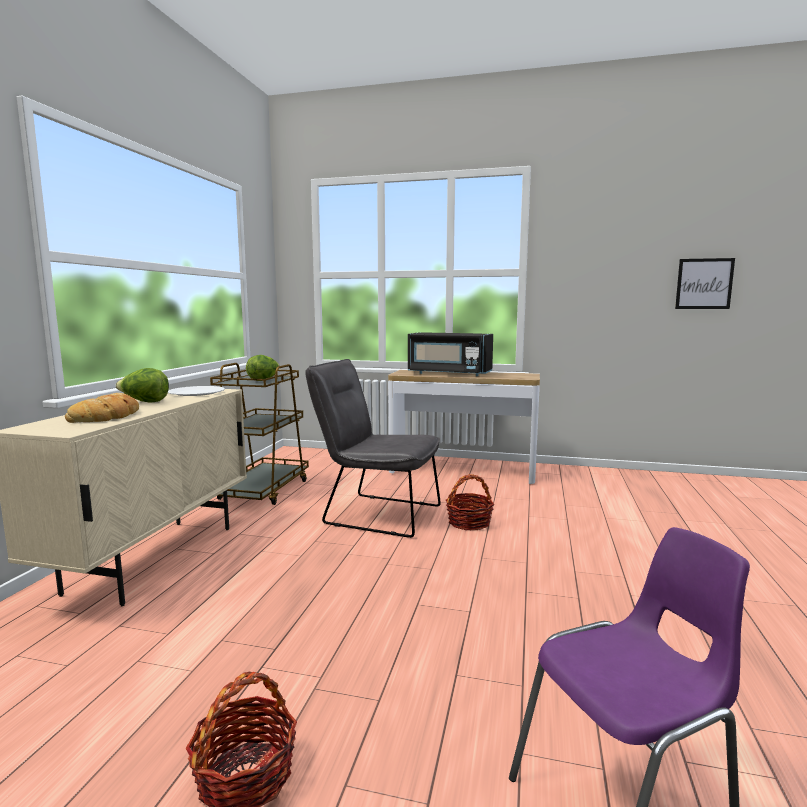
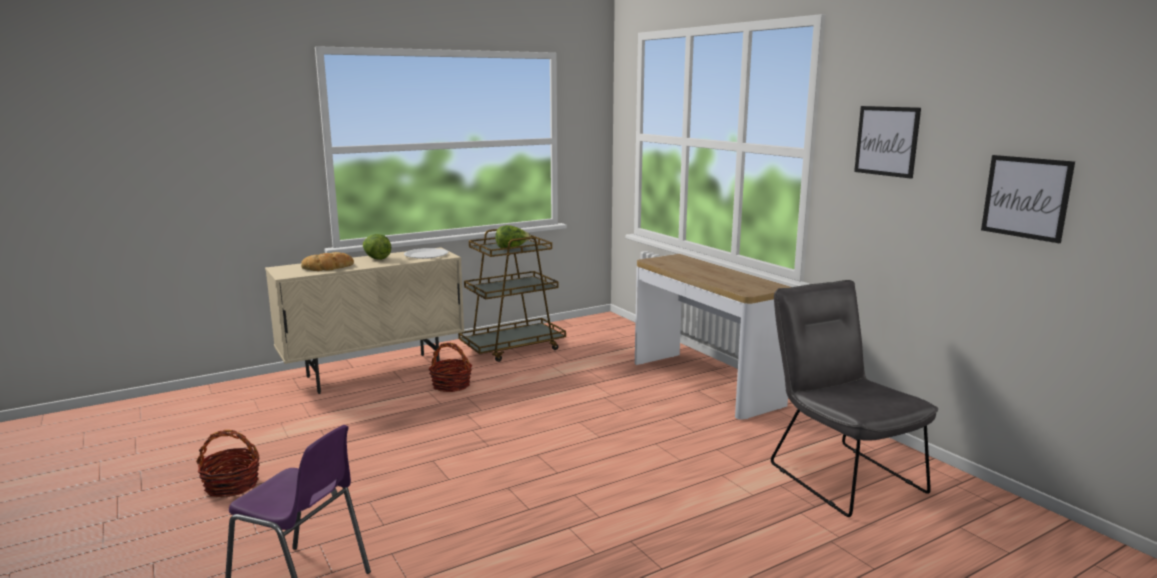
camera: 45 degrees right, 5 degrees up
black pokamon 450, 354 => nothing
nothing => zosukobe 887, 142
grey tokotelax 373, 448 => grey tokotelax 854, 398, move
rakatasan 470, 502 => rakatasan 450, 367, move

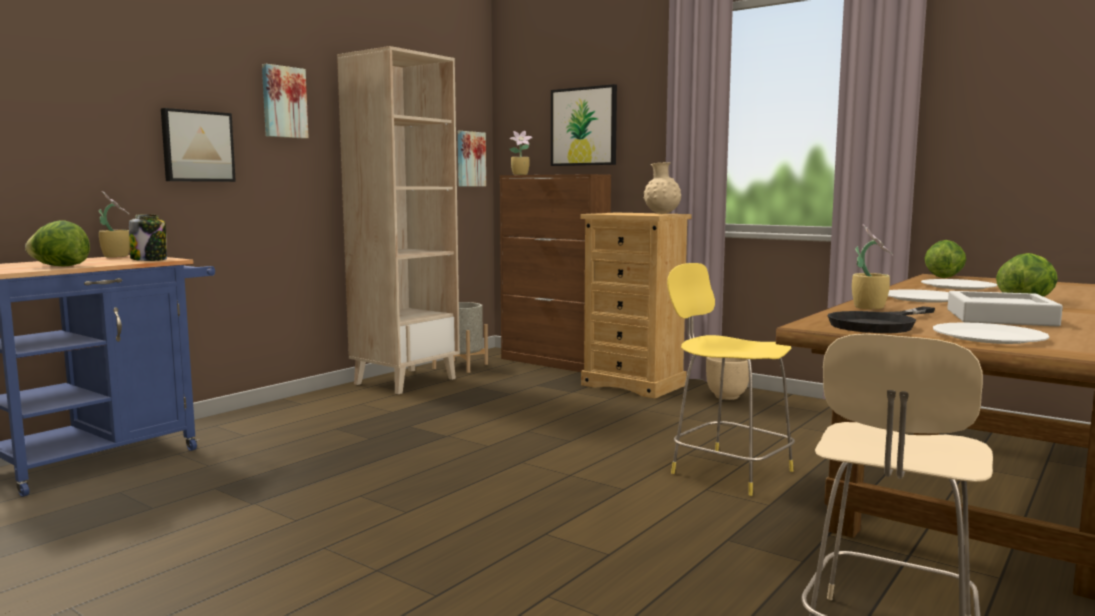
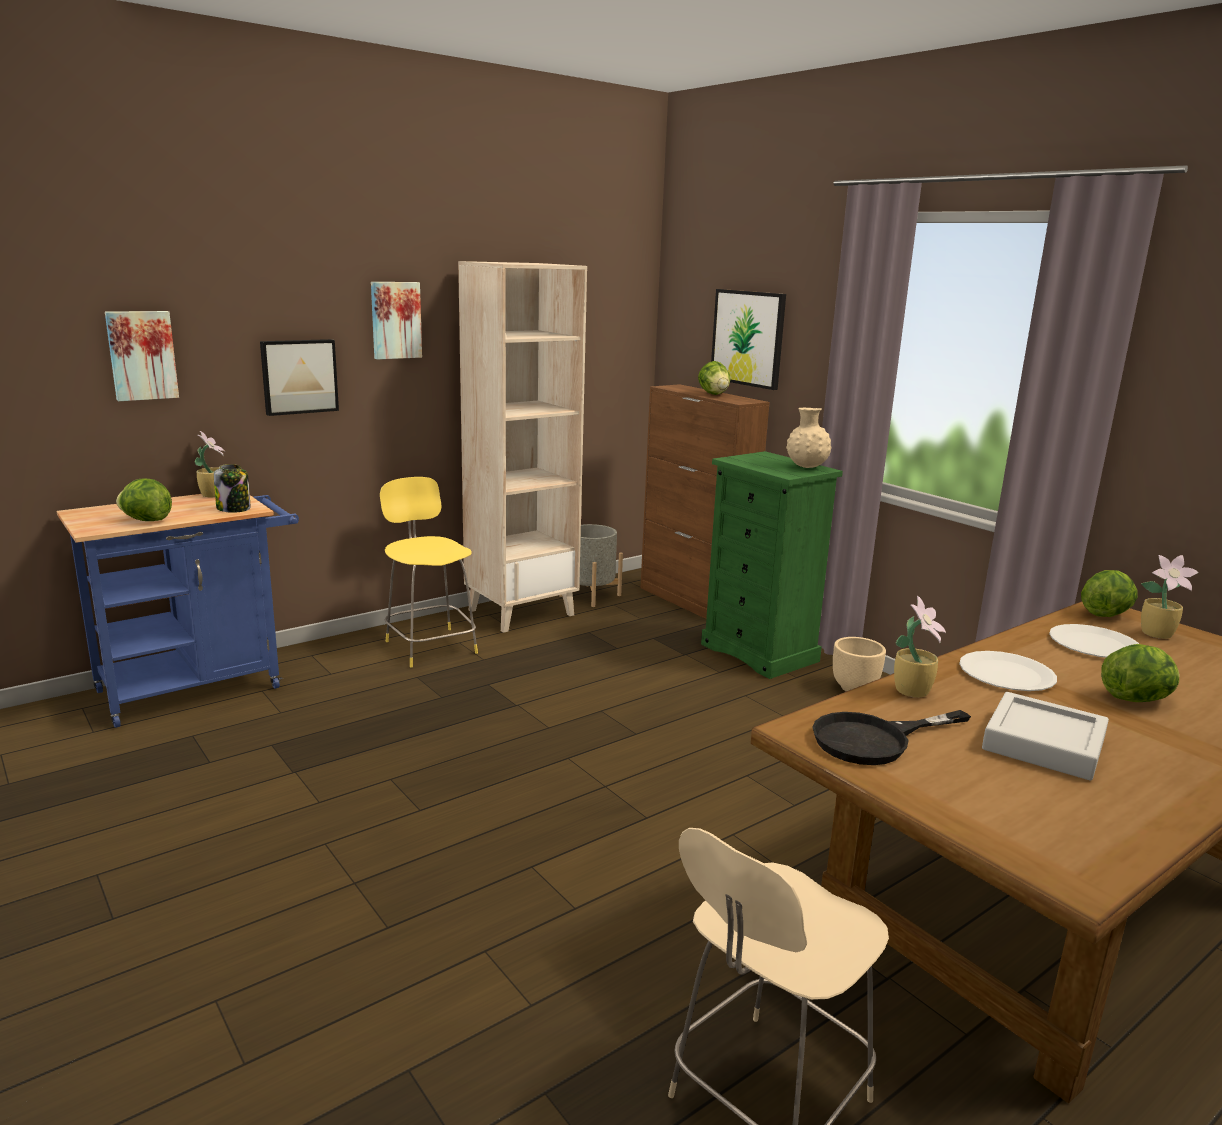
camera: 15 degrees right, 10 degrees up
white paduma 991, 333 => nothing
nothing => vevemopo 714, 378
zosukobe 472, 159 => zosukobe 142, 356, move
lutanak 521, 153 => lutanak 1170, 597, move
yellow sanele 731, 379 => yellow sanele 429, 572, move
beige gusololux 636, 305 => green gusololux 772, 565

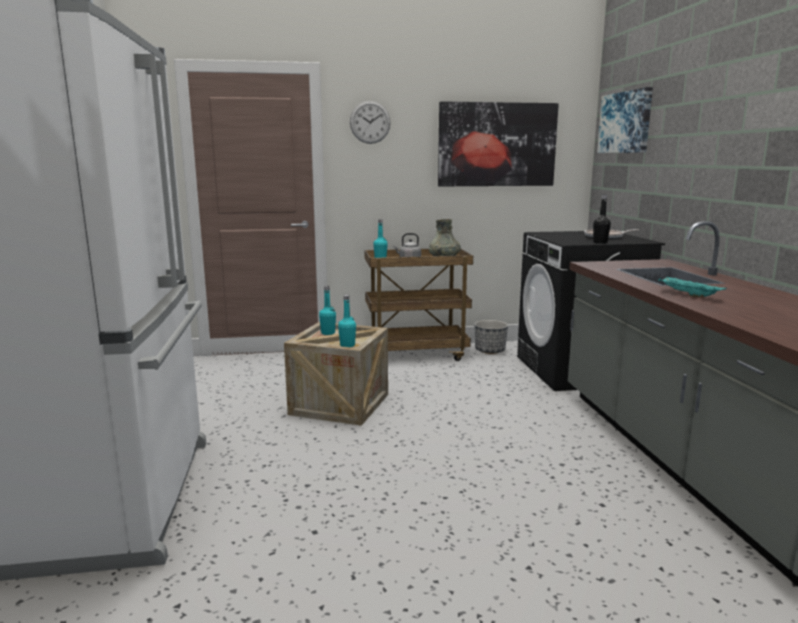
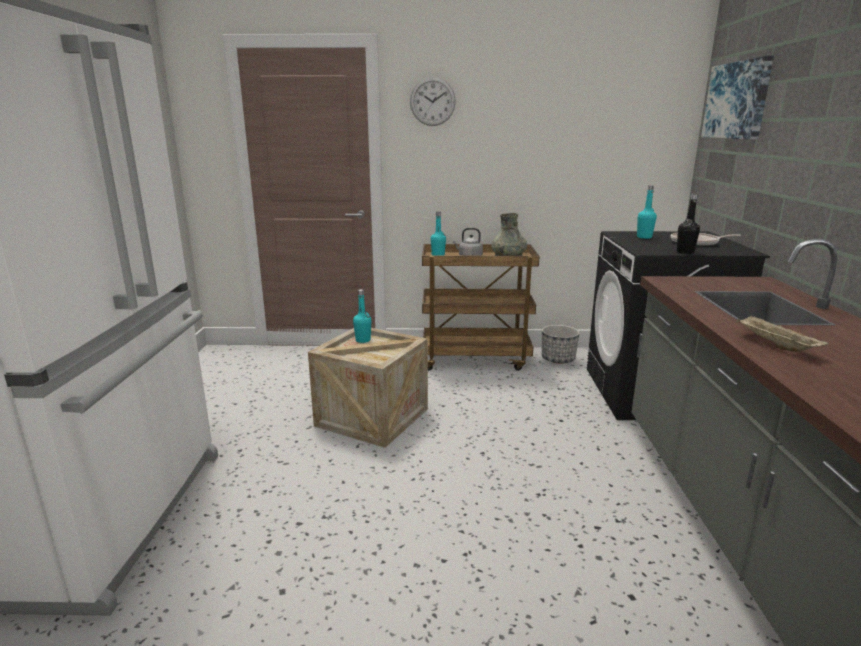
camera: 10 degrees right, 5 degrees up
zosukobe 498, 143 => nothing
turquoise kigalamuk 347, 321 => turquoise kigalamuk 647, 212, move
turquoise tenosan 692, 286 => beige tenosan 782, 333

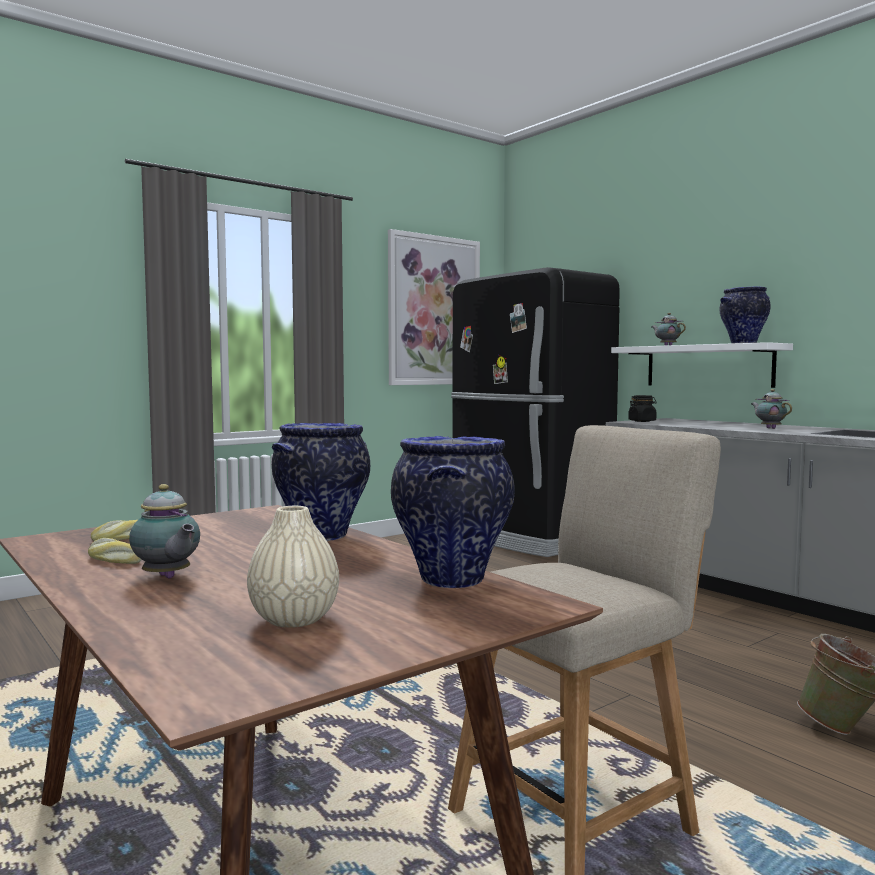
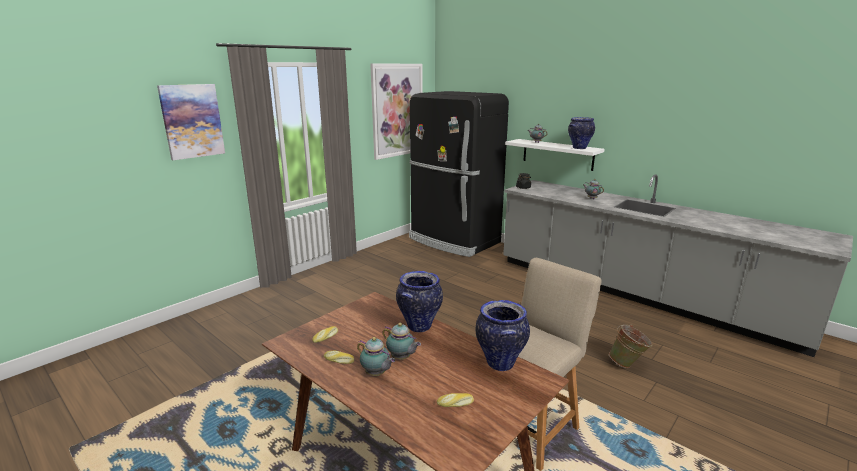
camera: 10 degrees left, 15 degrees up
nothing => zosukobe 191, 122
nothing => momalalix 401, 341
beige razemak 293, 567 => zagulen 455, 400

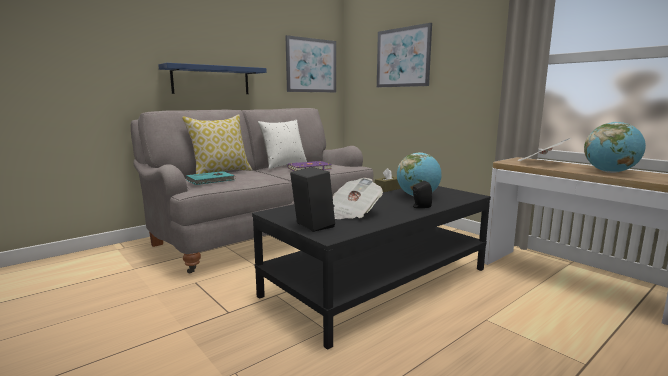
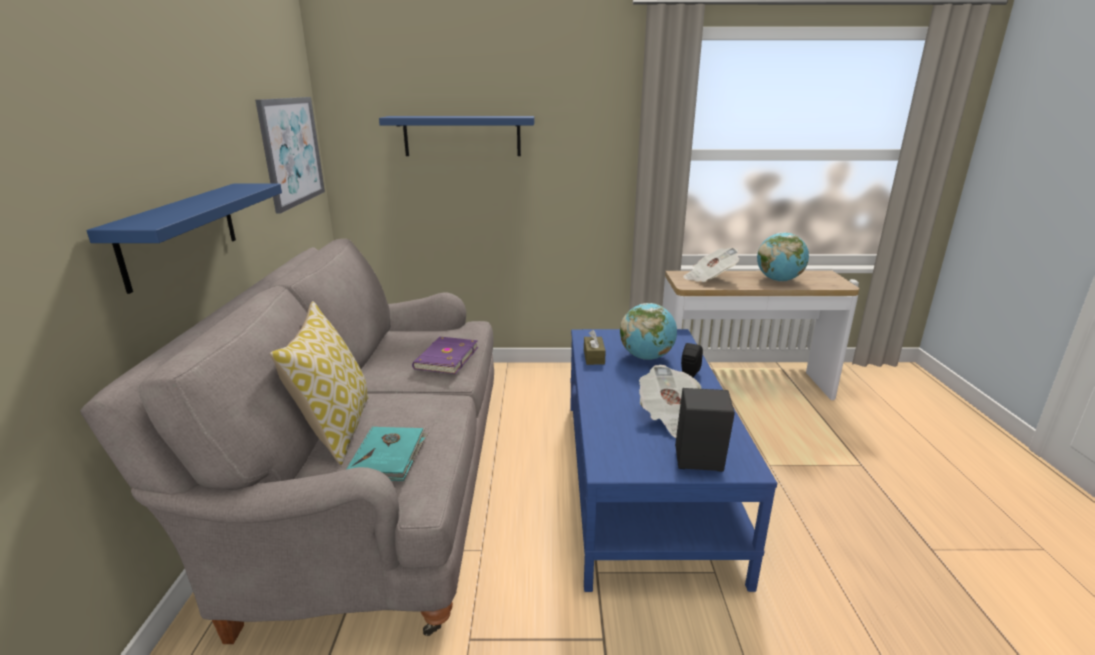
camera: 50 degrees left, 10 degrees up
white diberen 282, 144 => nothing
zosukobe 404, 55 => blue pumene 457, 136
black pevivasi 371, 268 => blue pevivasi 673, 460

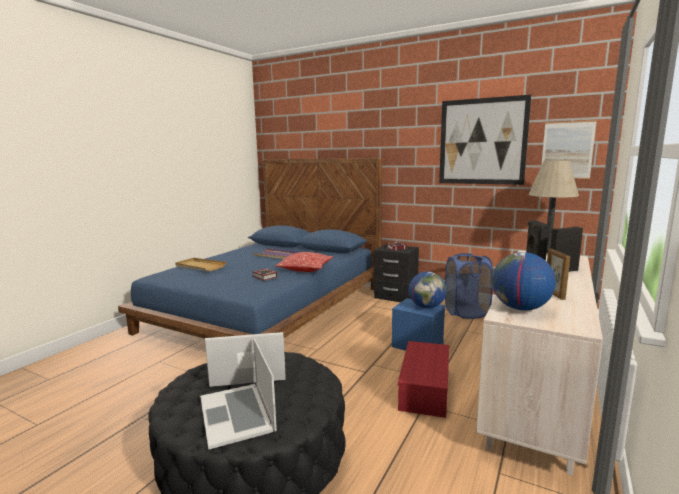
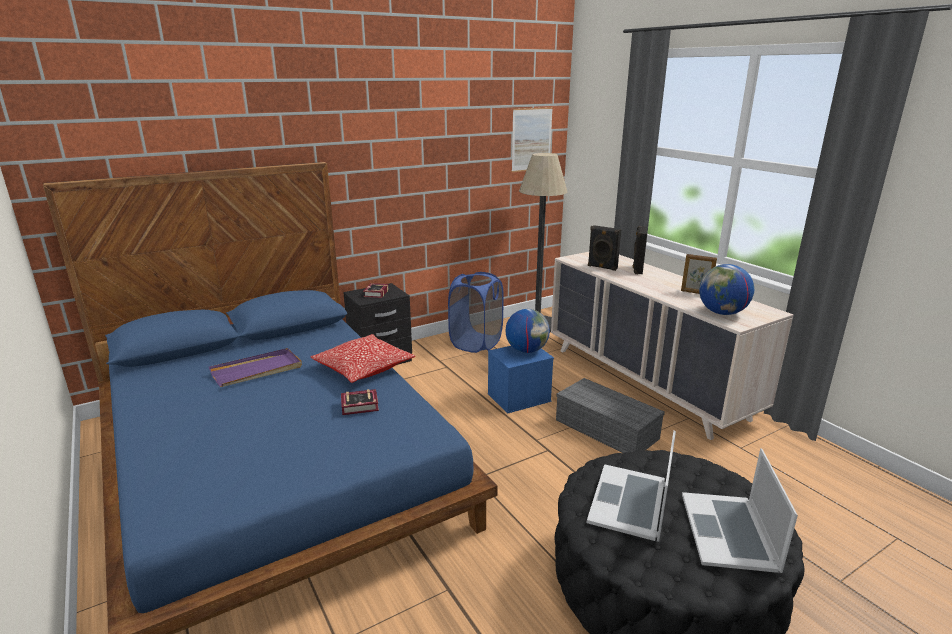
camera: 60 degrees left, 10 degrees up
beige tenosan 200, 264 => nothing
zosukobe 485, 140 => nothing
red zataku 423, 379 => grey zataku 610, 415
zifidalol 238, 394 => zifidalol 740, 510, 90 degrees clockwise

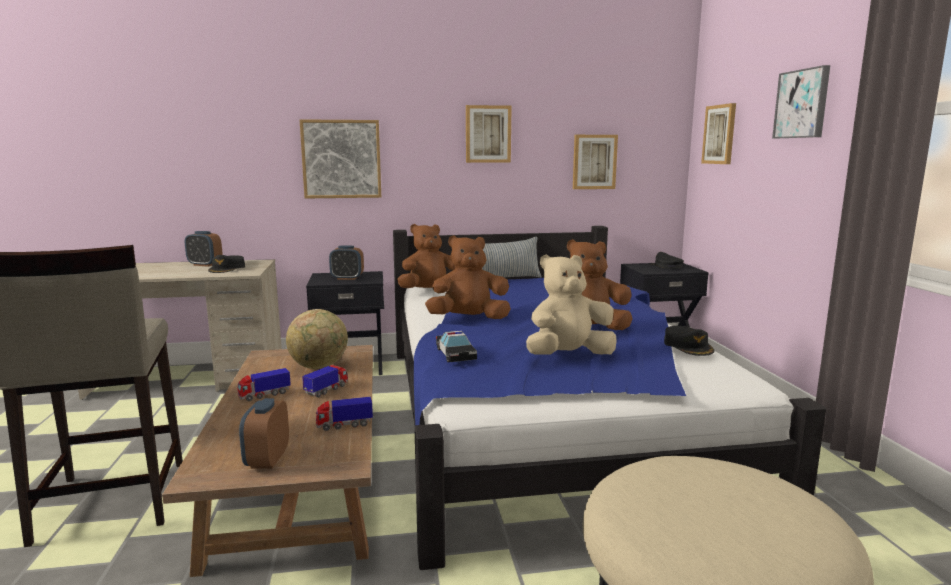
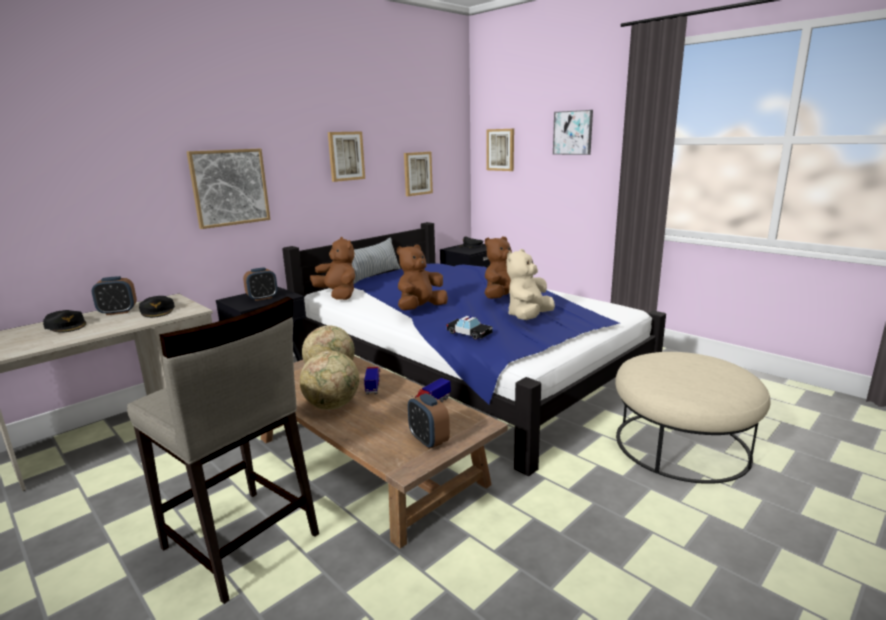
camera: 35 degrees left, 5 degrees up
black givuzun 689, 341 => black givuzun 64, 321, move
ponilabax 264, 384 => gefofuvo 329, 380
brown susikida 426, 256 => brown susikida 332, 268, 105 degrees clockwise

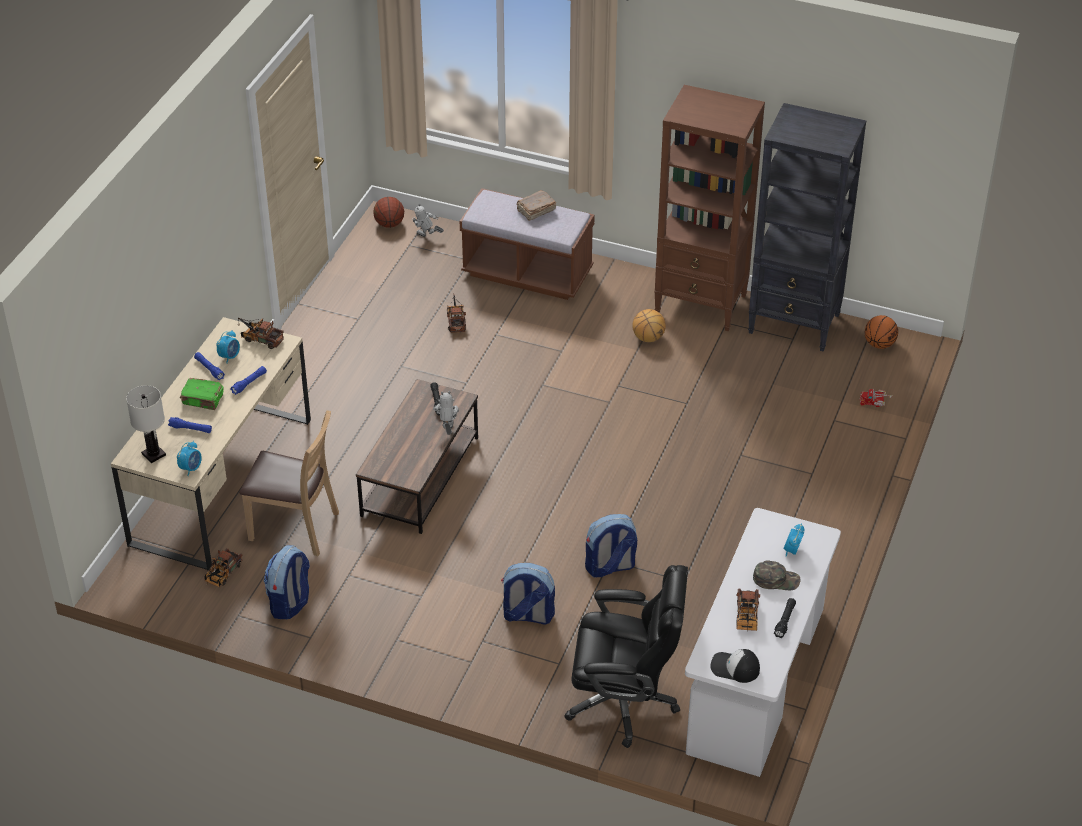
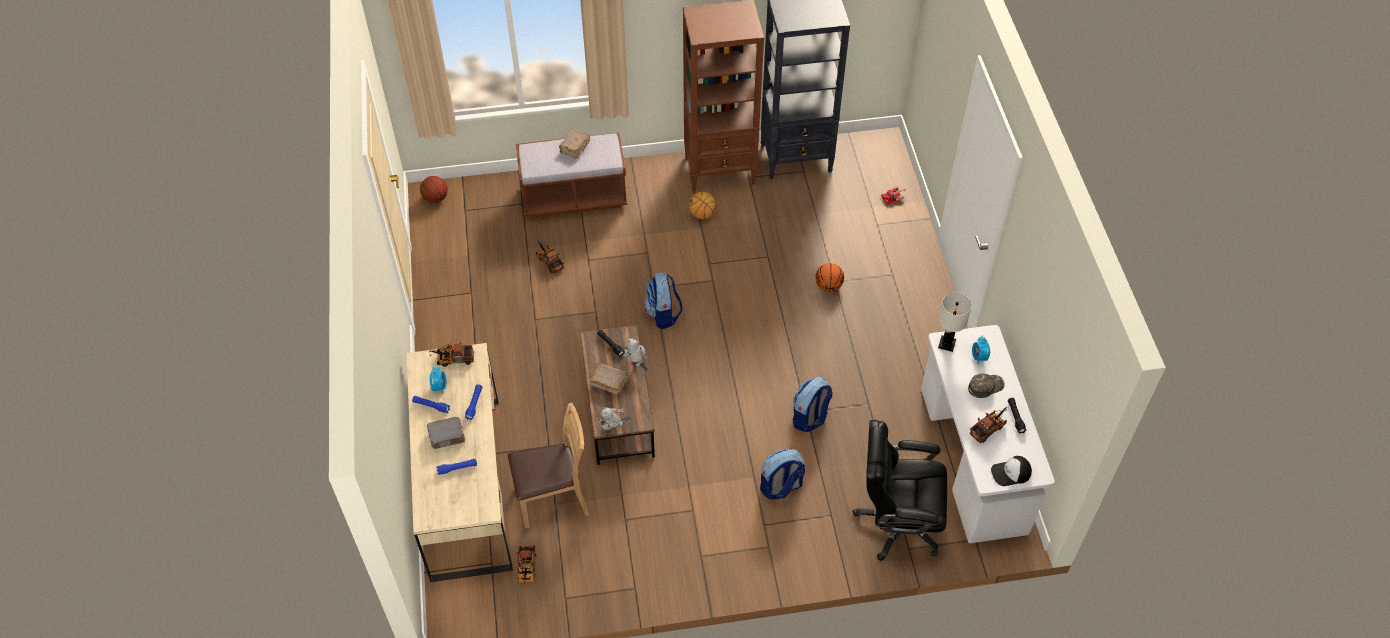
camera: 30 degrees left, 10 degrees up
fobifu 189, 458 => nothing
nothing => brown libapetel 609, 378
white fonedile 146, 424 => white fonedile 955, 322, move
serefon 287, 582 => serefon 663, 300, move
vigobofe 428, 220 => vigobofe 615, 418, move
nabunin 881, 332 => nabunin 829, 277, move
green libapetel 202, 394 => grey libapetel 446, 433
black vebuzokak 626, 656 => black vebuzokak 900, 490, 150 degrees counterclockwise
ponilabax 748, 610 => ponilabax 988, 425, 105 degrees counterclockwise

